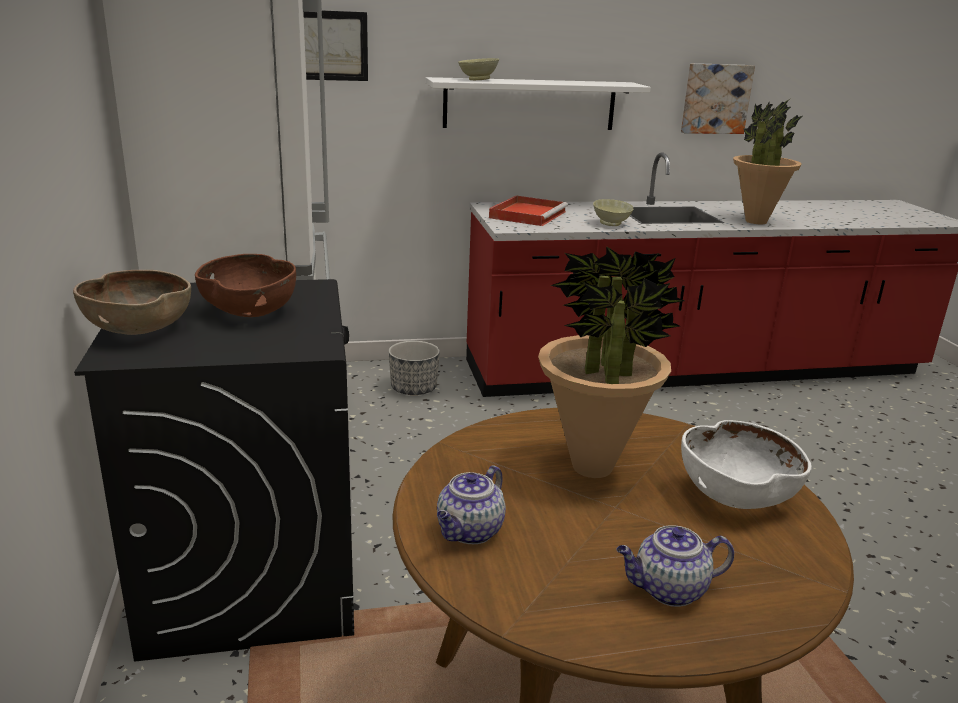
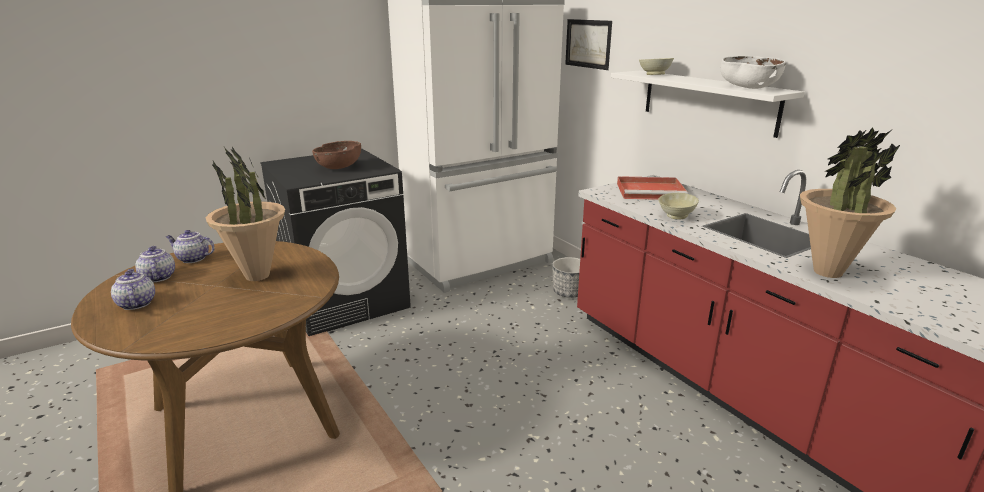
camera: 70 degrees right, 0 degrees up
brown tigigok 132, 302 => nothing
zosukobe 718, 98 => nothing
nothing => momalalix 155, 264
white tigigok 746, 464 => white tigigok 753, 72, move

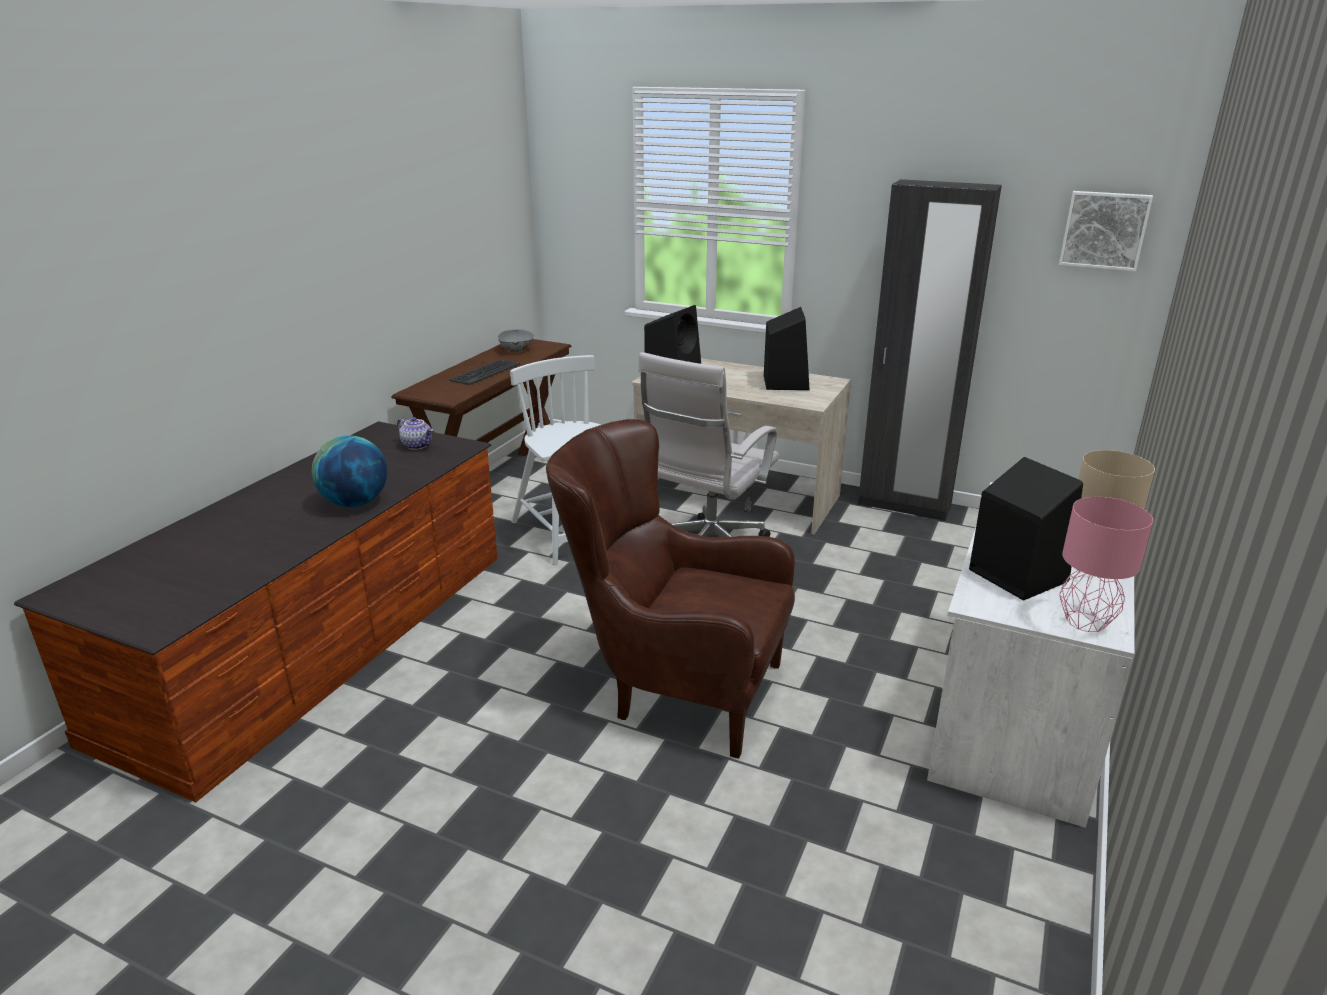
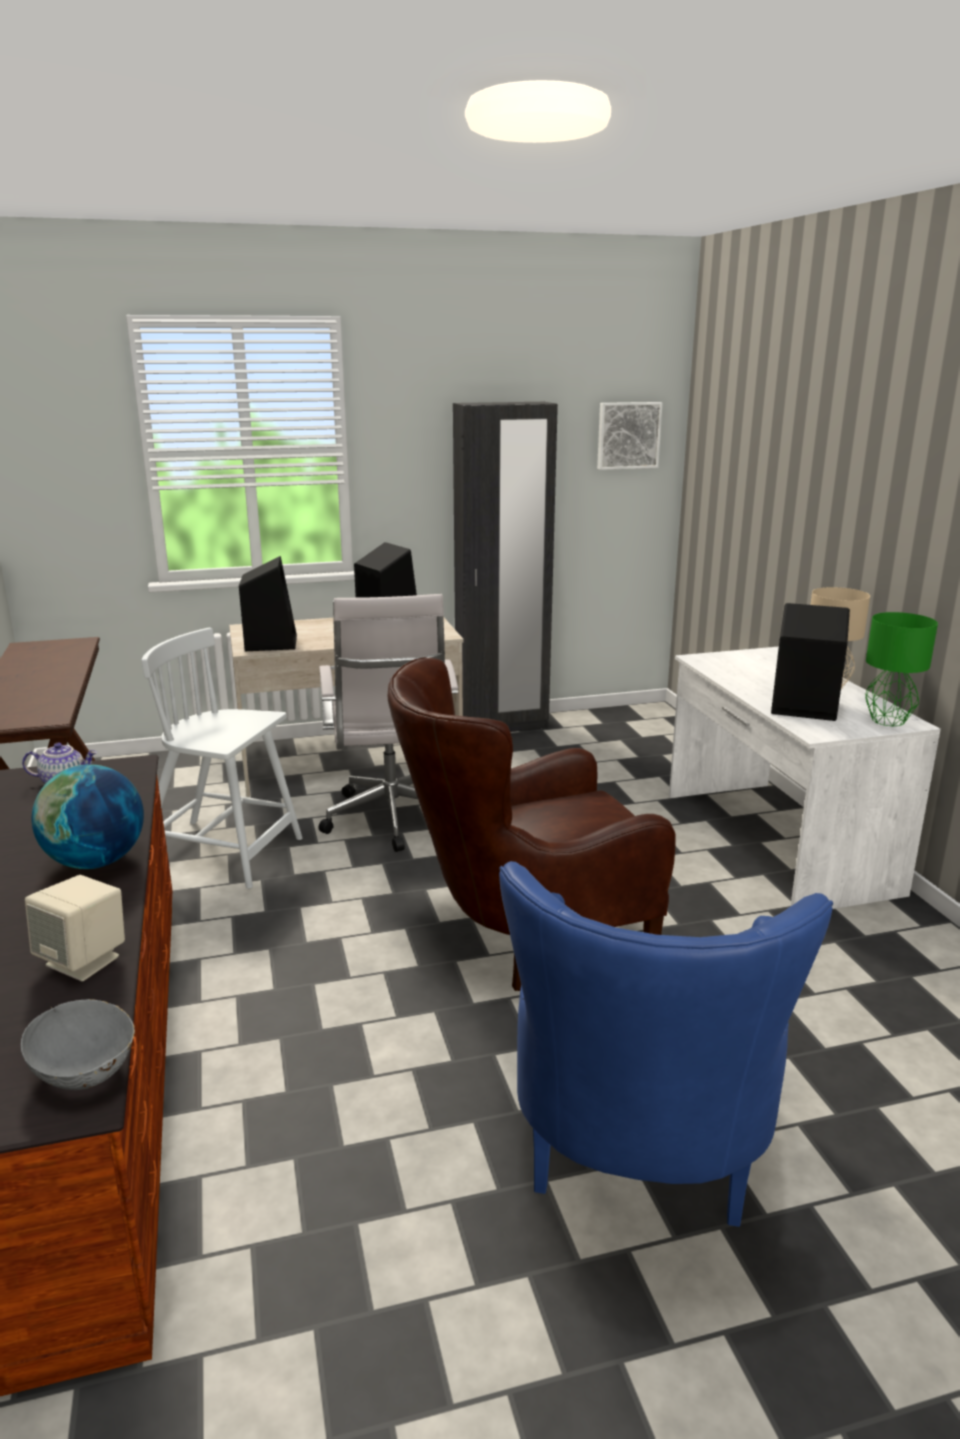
camera: 40 degrees left, 5 degrees down
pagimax 484, 372 => nothing
nothing => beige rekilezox 75, 928
nothing => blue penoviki 666, 1044
grey tigigok 516, 340 => grey tigigok 78, 1044, move
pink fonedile 1106, 564 => green fonedile 901, 669

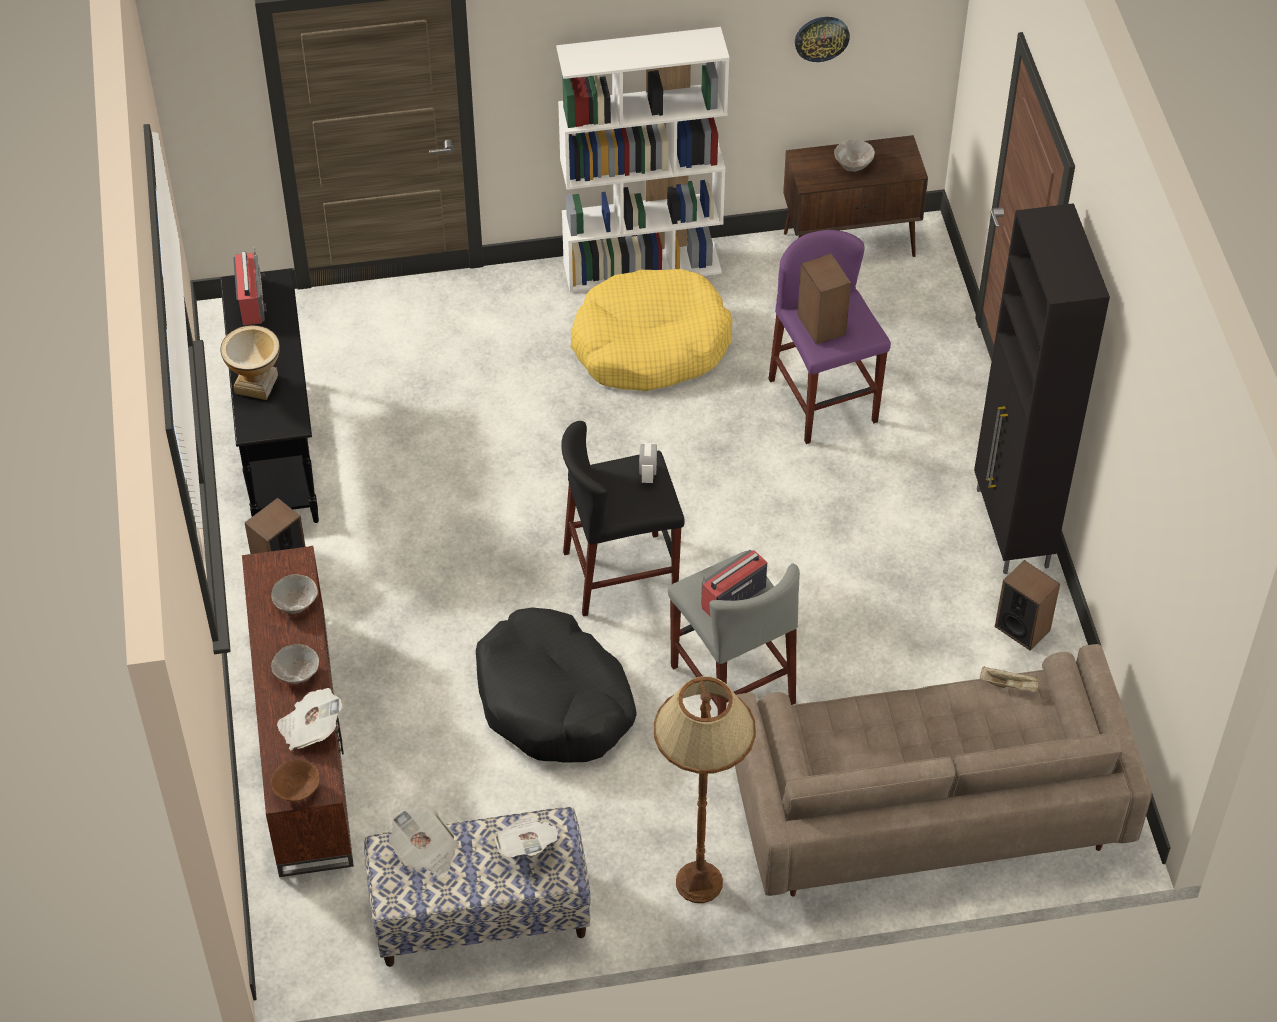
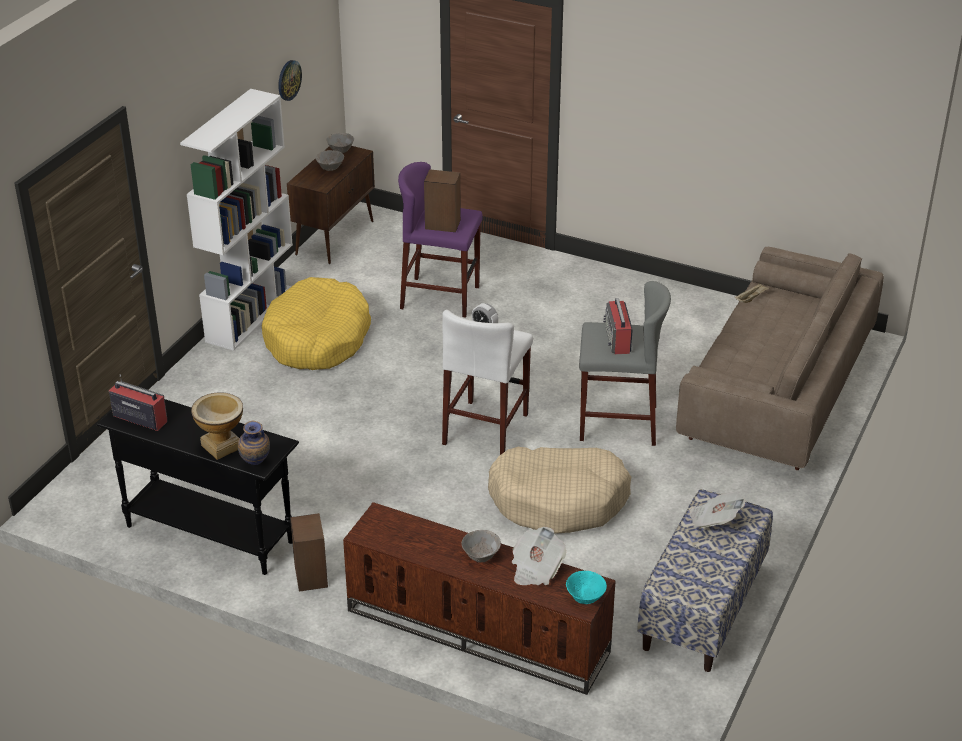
camera: 55 degrees left, 15 degrees down
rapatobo 424, 842 => nothing
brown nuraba 705, 789 => nothing
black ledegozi 1042, 388 => nothing
rekilezox 1027, 605 => nothing
nothing => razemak 254, 443
grey tigigok 294, 594 => grey tigigok 340, 143, move
brown tigigok 295, 781 => turquoise tigigok 586, 587
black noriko 556, 685 => beige noriko 559, 490
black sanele 623, 518 => white sanele 487, 382

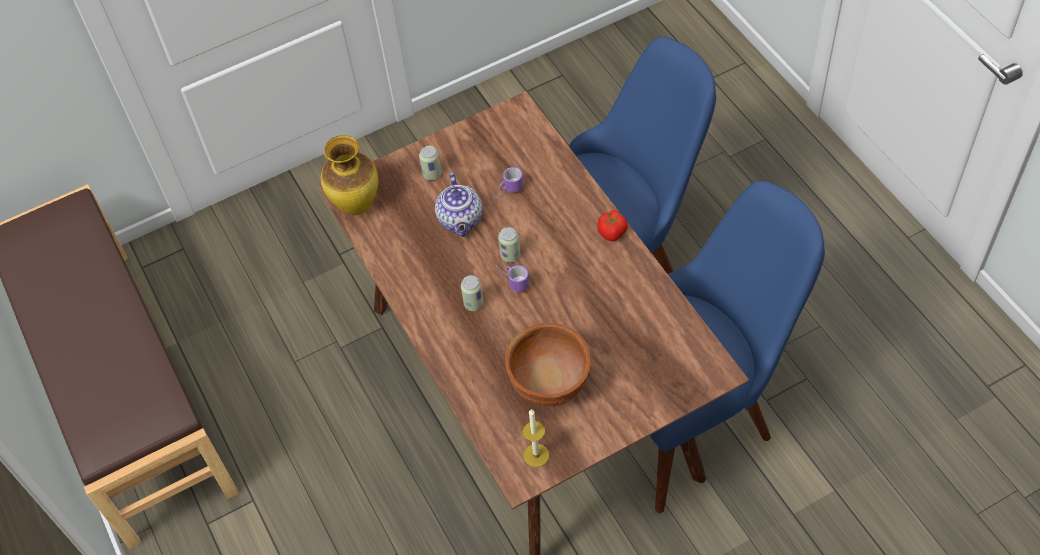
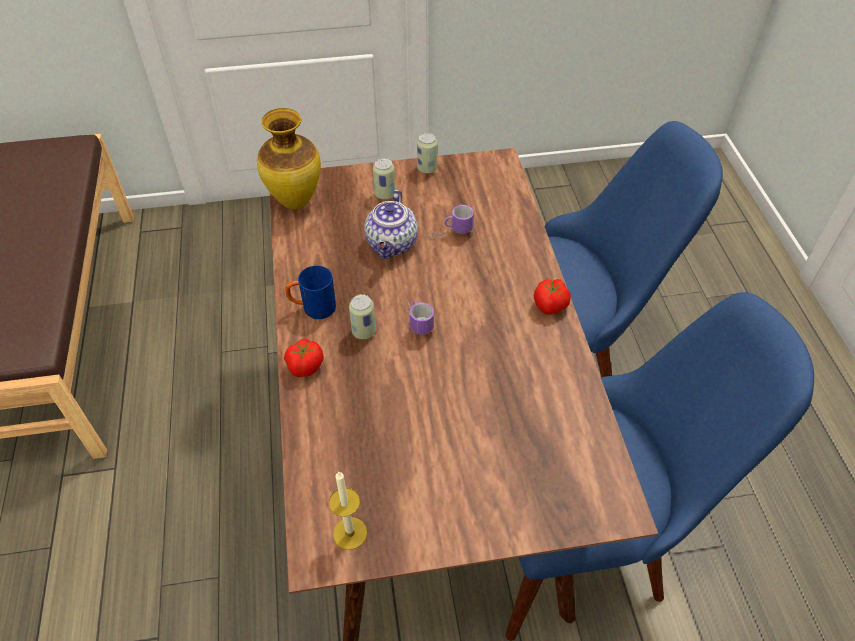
camera: 15 degrees right, 5 degrees down
brown tigigok 548, 364 => nothing
nothing => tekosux 304, 357
nothing => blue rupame 310, 292
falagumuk 509, 245 => falagumuk 427, 153, move

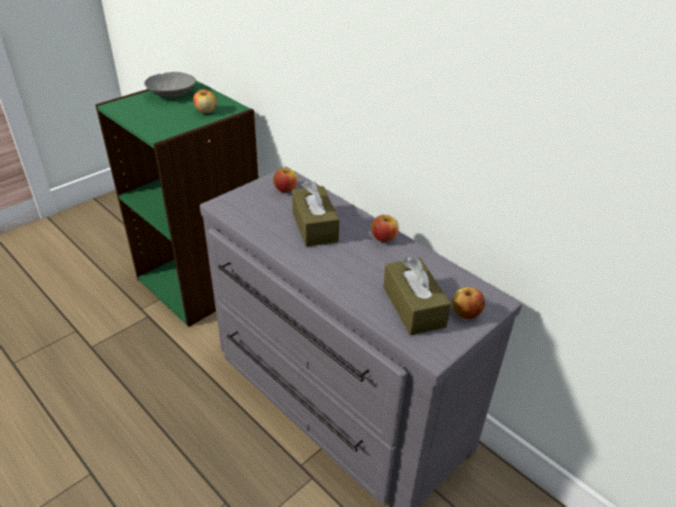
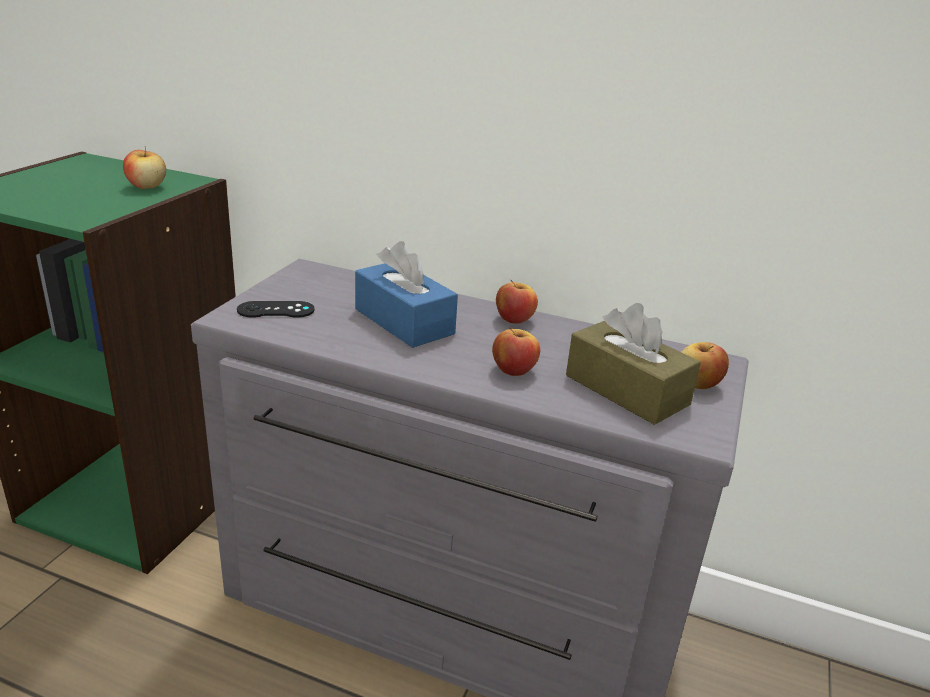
camera: 25 degrees left, 10 degrees down
grey tigigok 170, 84 => nothing
nothing => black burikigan 276, 309
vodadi 285, 180 => vodadi 516, 352, move
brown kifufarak 316, 214 => blue kifufarak 406, 294

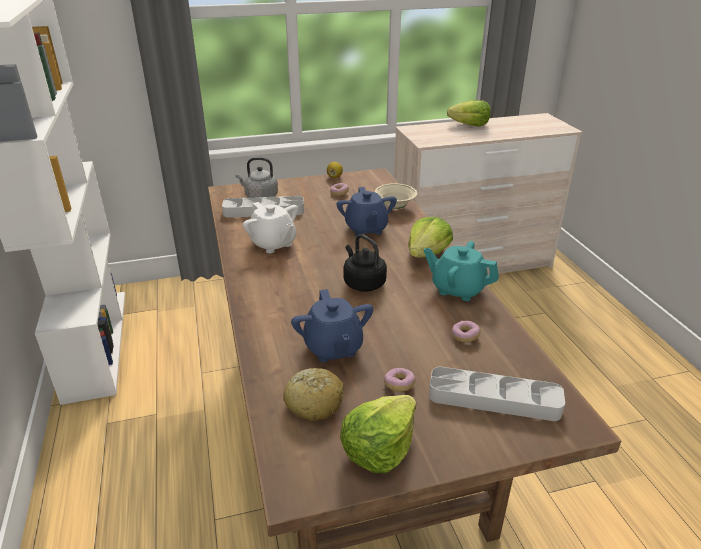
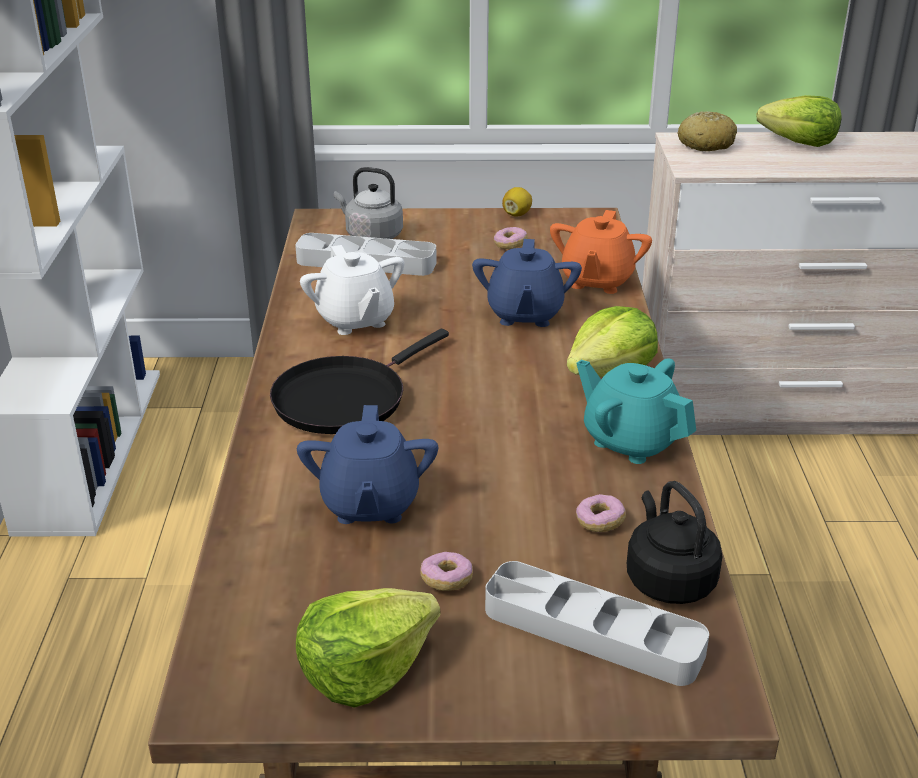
camera: 15 degrees right, 0 degrees up
nothing => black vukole 359, 381
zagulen 313, 394 => zagulen 707, 131, move
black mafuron 365, 263 => black mafuron 675, 542, move
beige tigigok 396, 196 => orange momalalix 601, 252

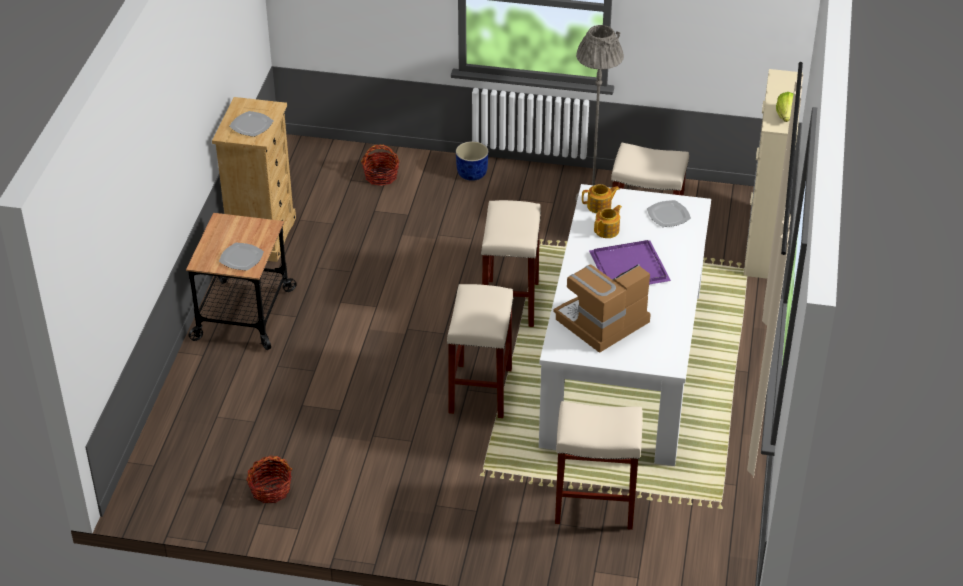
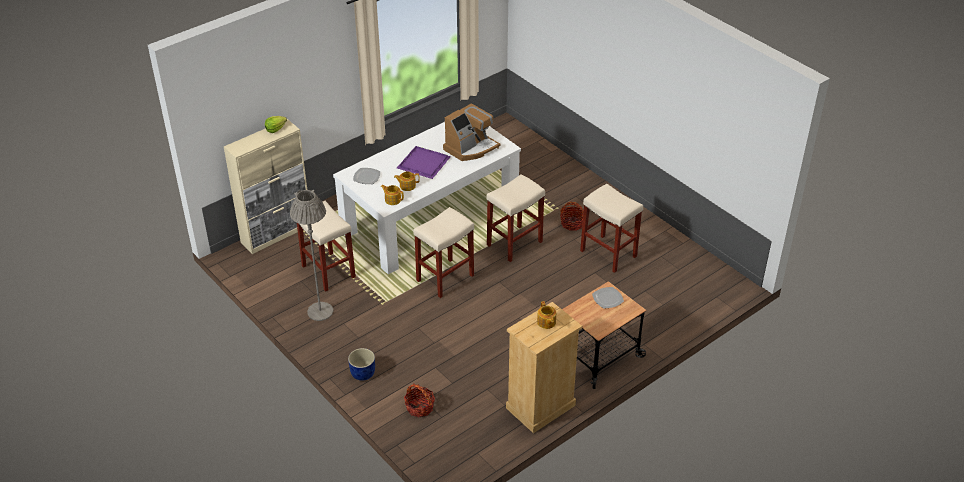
camera: 140 degrees left, 0 degrees up
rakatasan 269, 479 => rakatasan 572, 216, move
beige sanele 599, 465 => beige sanele 611, 228, move
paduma 251, 124 => momalalix 546, 315
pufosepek 602, 308 => pufosepek 471, 132, 45 degrees counterclockwise

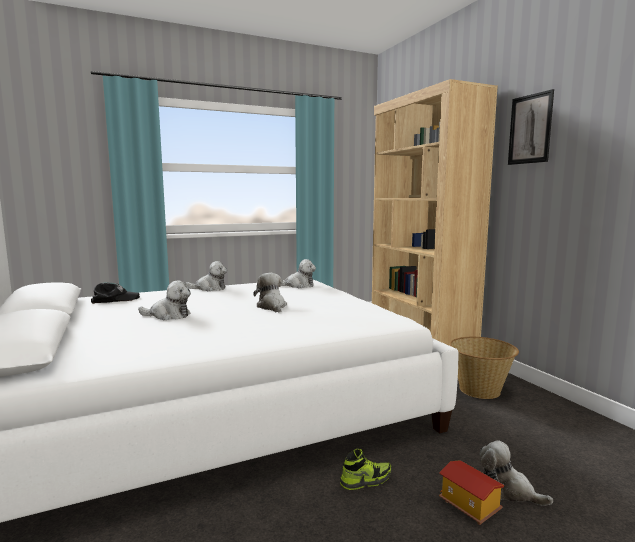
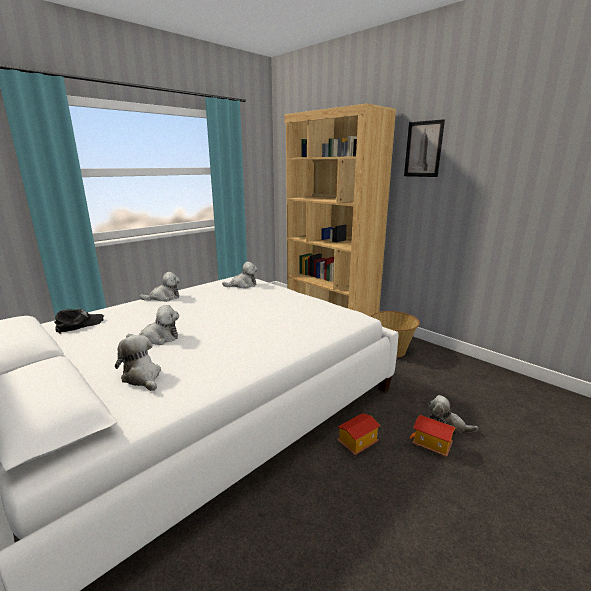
camera: 20 degrees left, 10 degrees up
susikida 270, 293 => susikida 138, 363, move
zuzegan 366, 469 => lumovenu 358, 434

